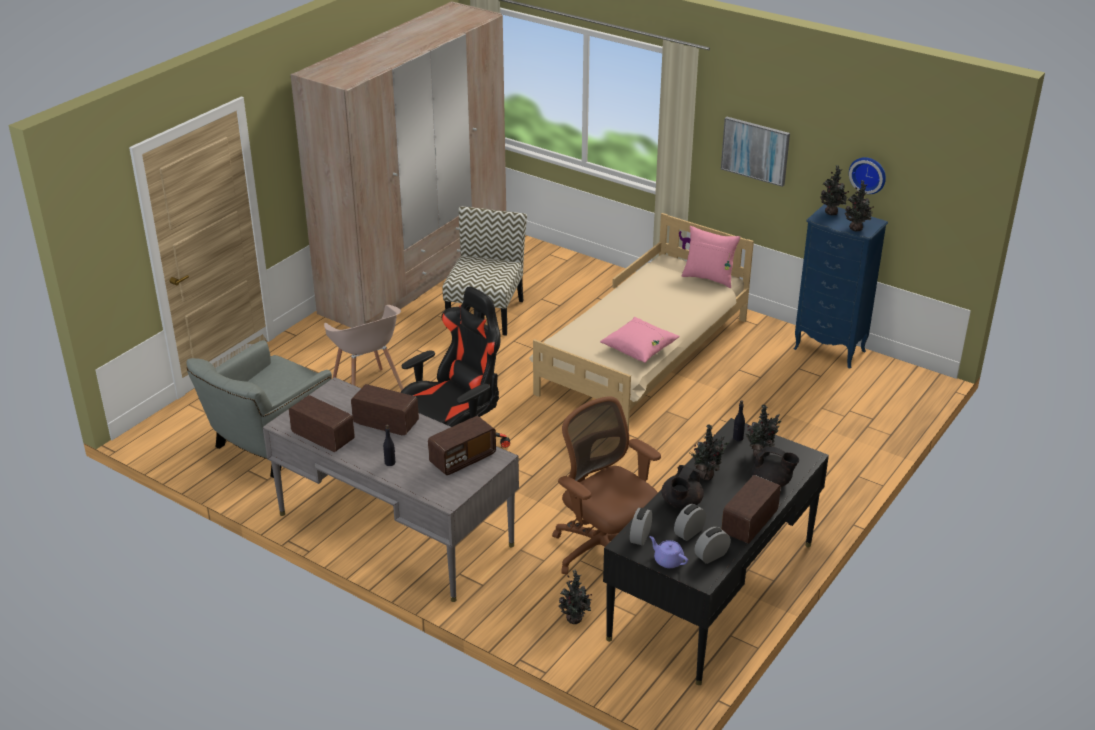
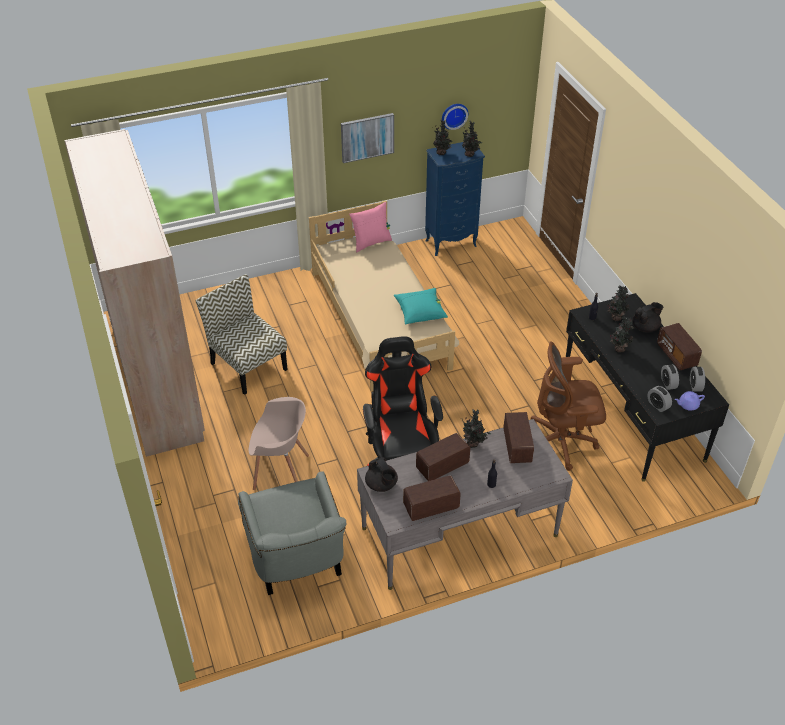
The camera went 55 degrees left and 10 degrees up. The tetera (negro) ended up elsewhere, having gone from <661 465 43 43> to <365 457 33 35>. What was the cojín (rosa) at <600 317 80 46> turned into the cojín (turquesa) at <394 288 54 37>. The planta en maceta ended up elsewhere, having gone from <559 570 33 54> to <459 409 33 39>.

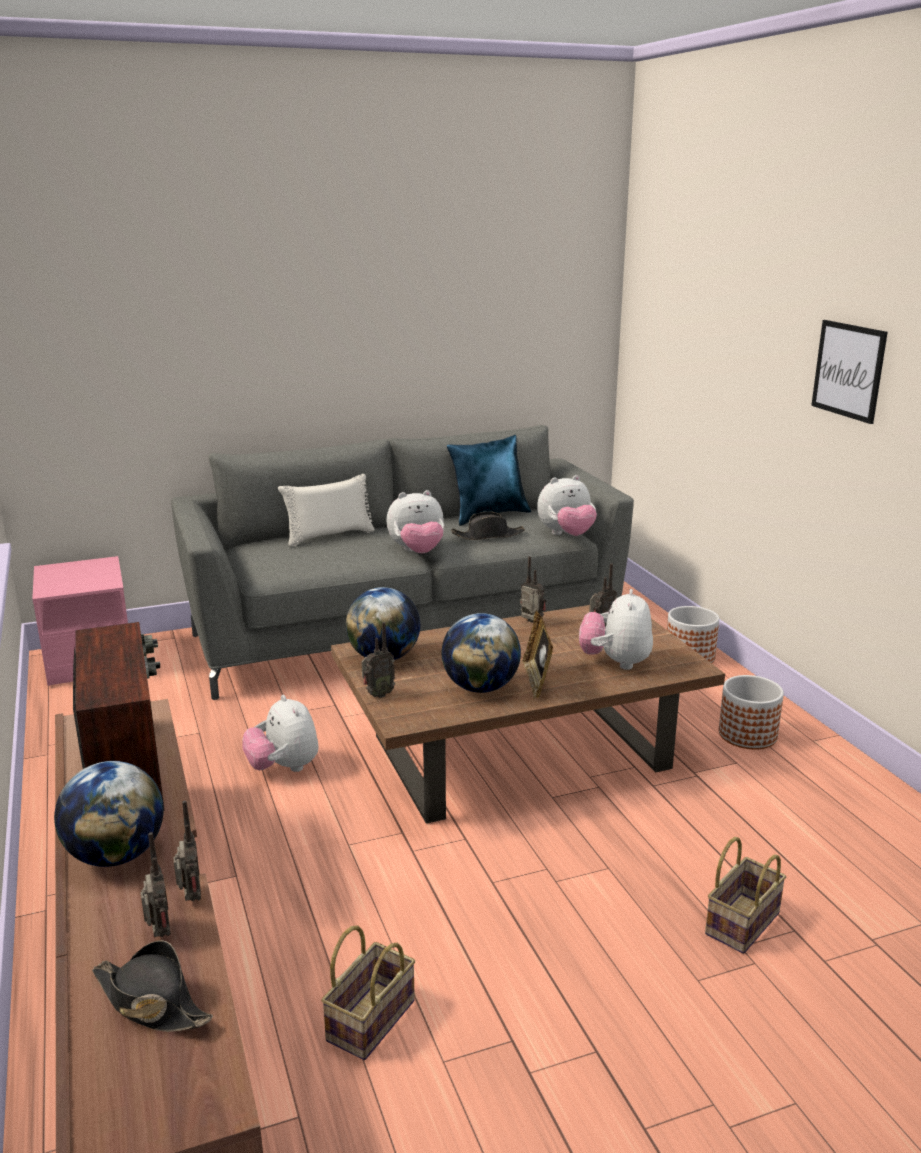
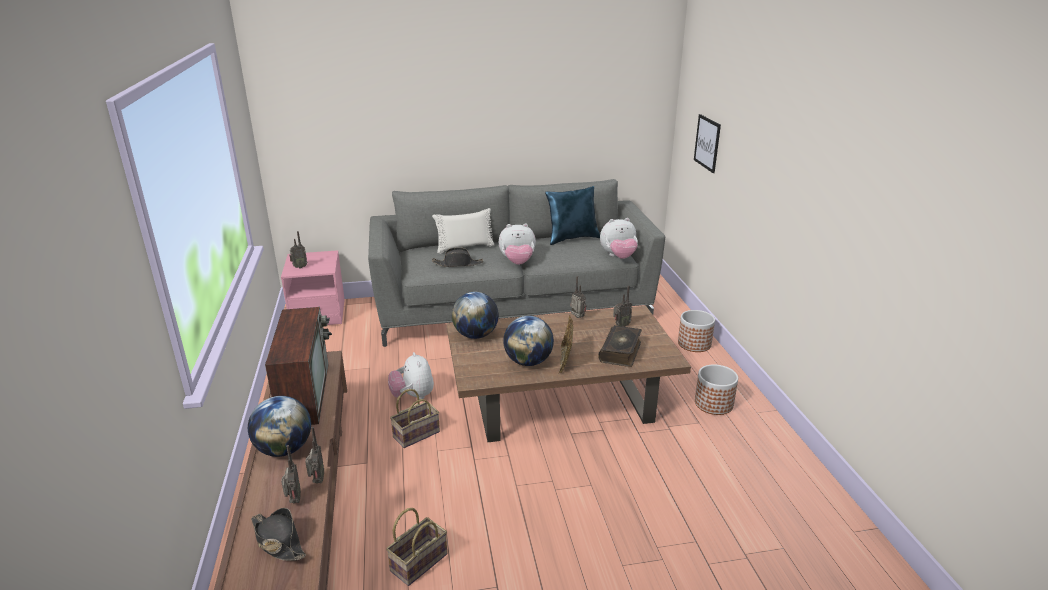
The camera went 10 degrees right and 5 degrees up. The radio ended up elsewhere, having gone from <362 622 33 76> to <289 231 18 38>. The cesta ended up elsewhere, having gone from <705 837 81 117> to <390 389 50 59>. The sombrero (negro) ended up elsewhere, having gone from <451 512 74 28> to <432 247 51 20>. Where the peluche stood at <579 589 74 81>, the libro came to stand at <598 325 44 42>. The cuadro ended up elsewhere, having gone from <811 320 77 104> to <694 114 27 59>.

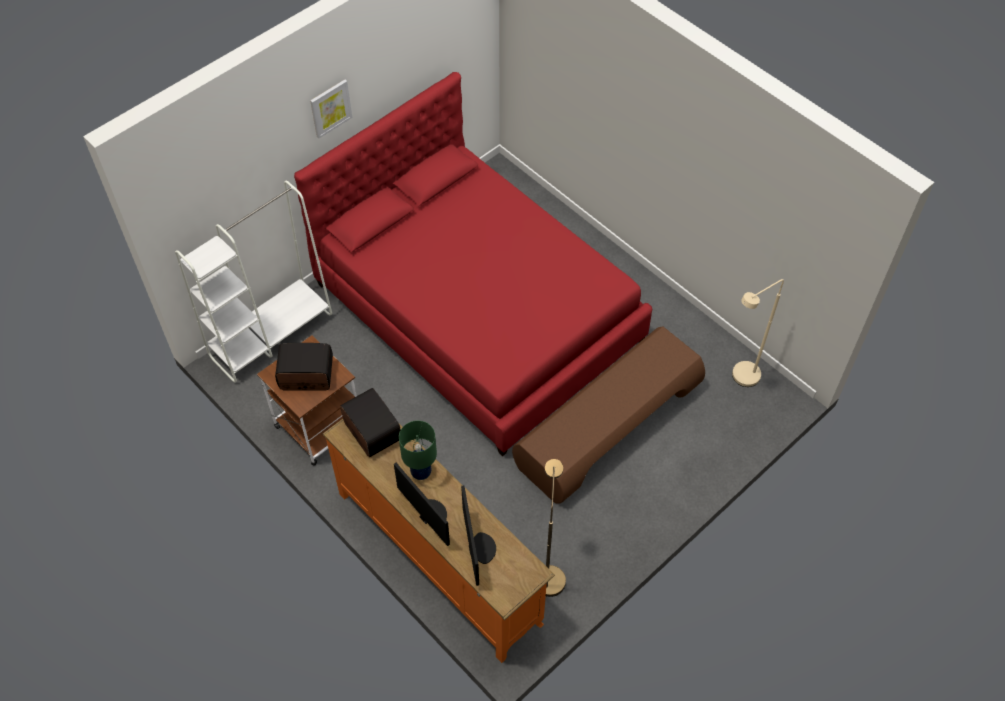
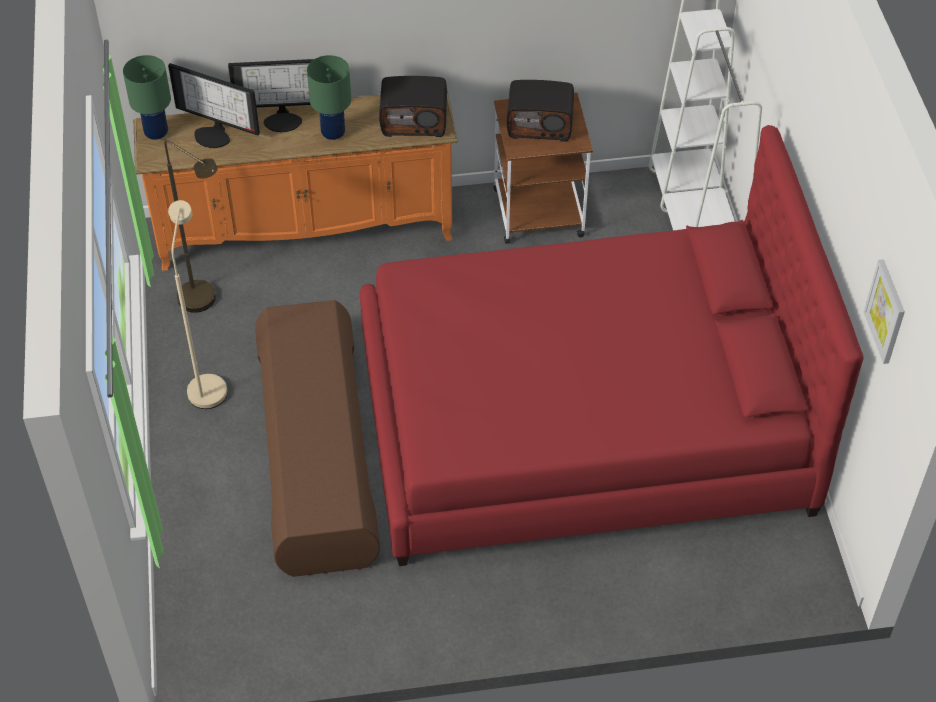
The camera went 125 degrees right and 5 degrees down. The second view gained the lámpara de mesa (verde) at <123 55 48 85>. The lámpara de pie (beis) ended up elsewhere, having gone from <732 279 52 108> to <168 200 59 209>. The radio at <275 343 58 47> ended up facing another way, 60 degrees clockwise from before. The cuadro ended up elsewhere, having gone from <310 80 42 58> to <864 259 41 105>.

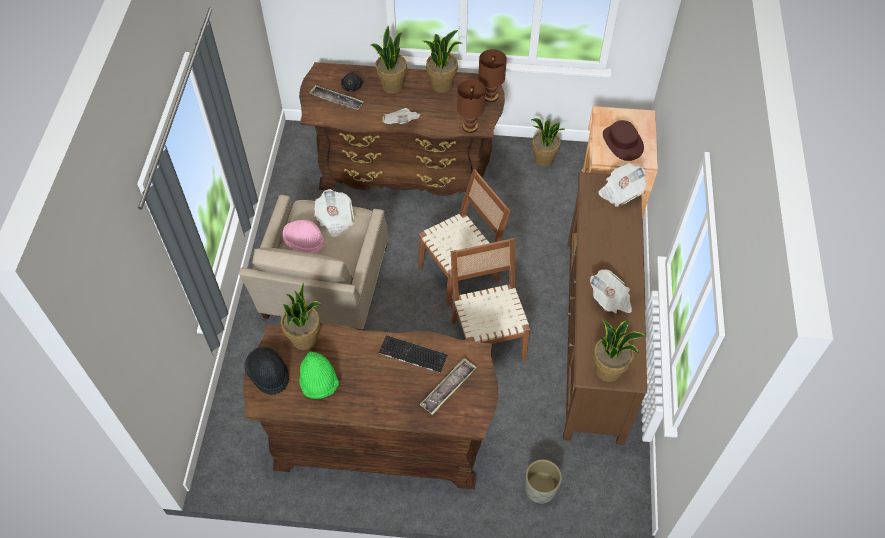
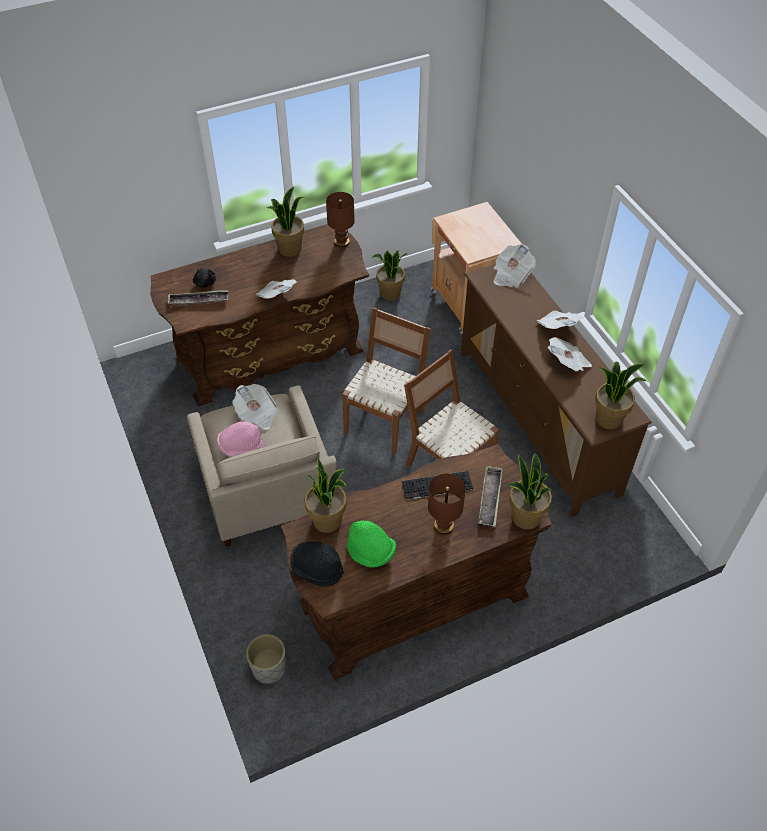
The camera went 30 degrees left and 5 degrees down. The maceta (gris) ended up elsewhere, having gone from <525 460 37 44> to <246 634 40 50>. The lámpara de mesa (marrón) ended up elsewhere, having gone from <457 80 29 53> to <428 474 38 61>. The planta en maceta ended up elsewhere, having gone from <371 26 36 68> to <508 453 44 76>. The second view gained the periódico at <537 311 46 18>. The second view lost the sombrero (marrón) at <603 120 41 41>.

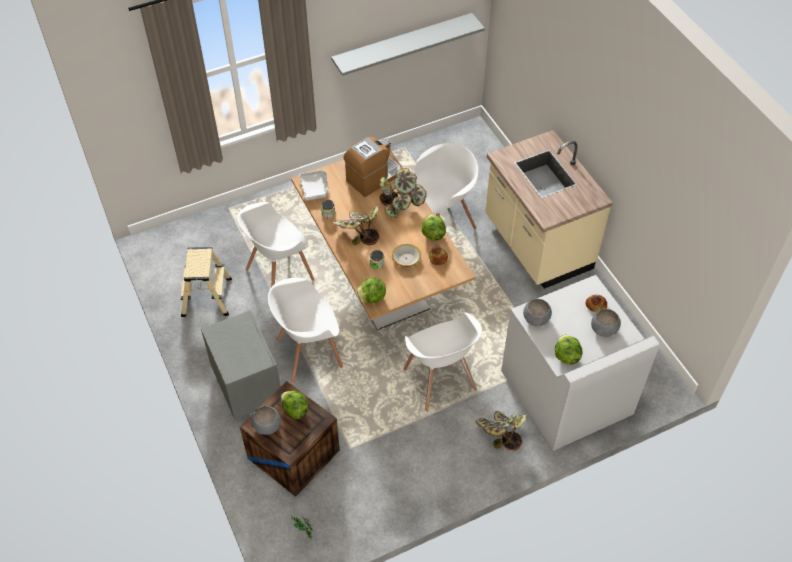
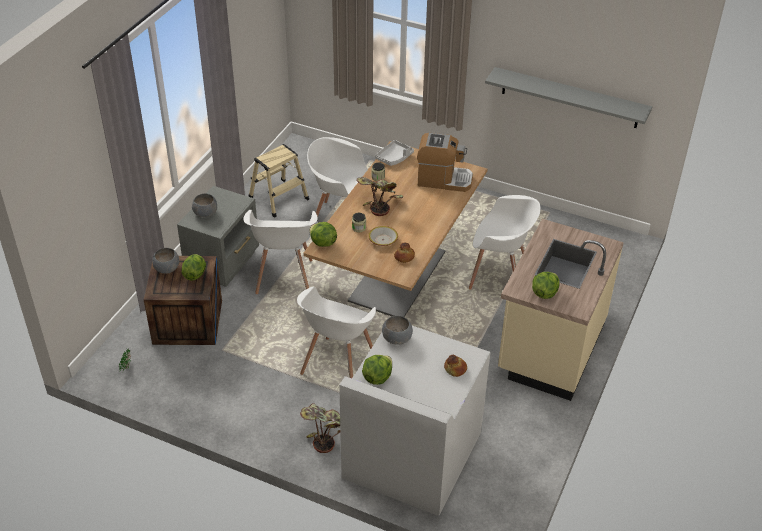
The camera went 50 degrees right and 10 degrees down. The cuenco (gris) ended up elsewhere, having gone from <591 309 30 28> to <192 194 25 23>. The silla (blanco) at <268 278 75 106> ended up facing another way, 120 degrees counterclockwise from before. The lechuga ended up elsewhere, having gone from <422 215 24 26> to <532 272 28 27>. The second view lost the planta en maceta at <379 168 48 50>.

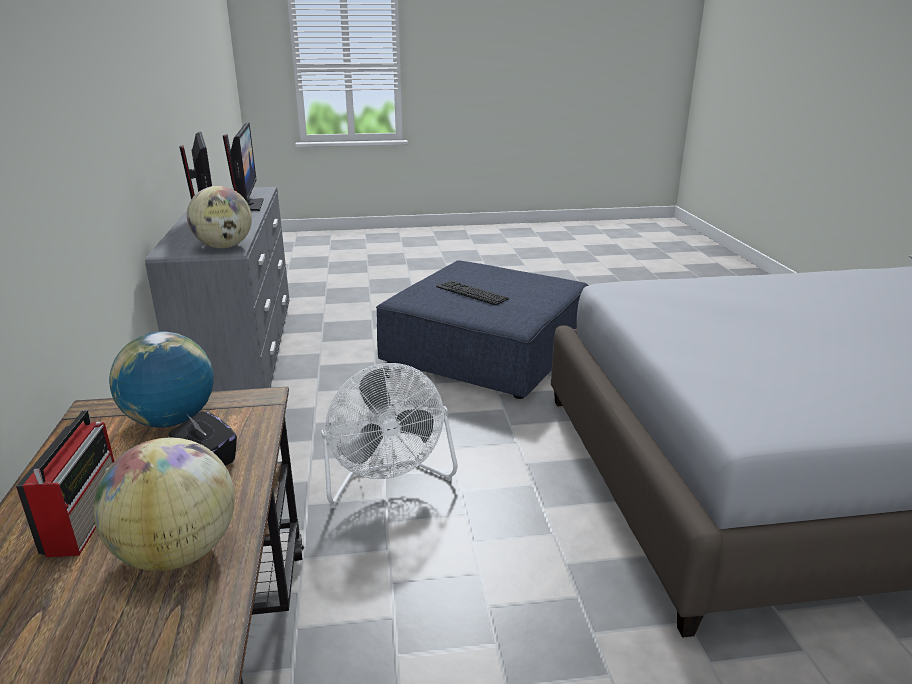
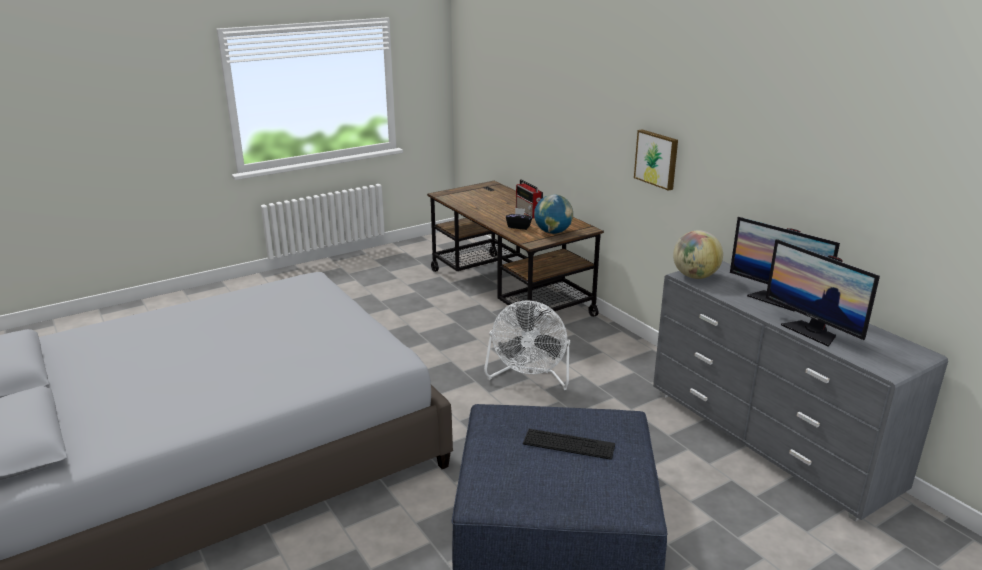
The camera went 155 degrees right and 0 degrees up. The ventilador (blanco) at <321 363 136 145> ended up facing another way, 120 degrees counterclockwise from before. The second view gained the cuadro at <634 129 44 62>. The second view lost the globo terráqueo at <94 438 141 133>.

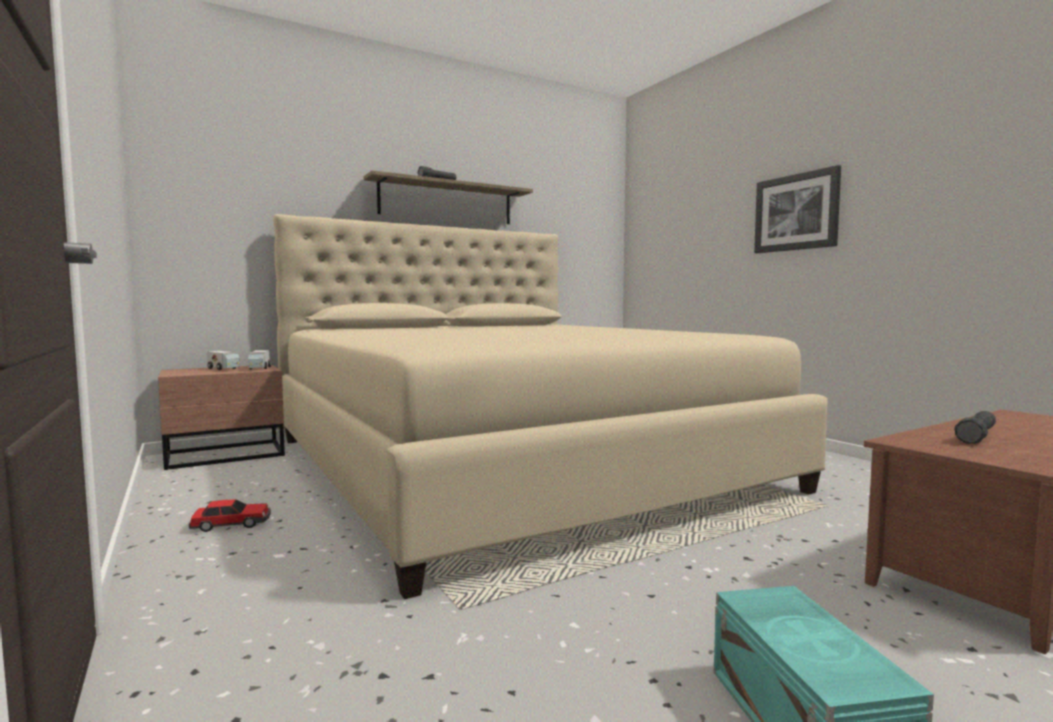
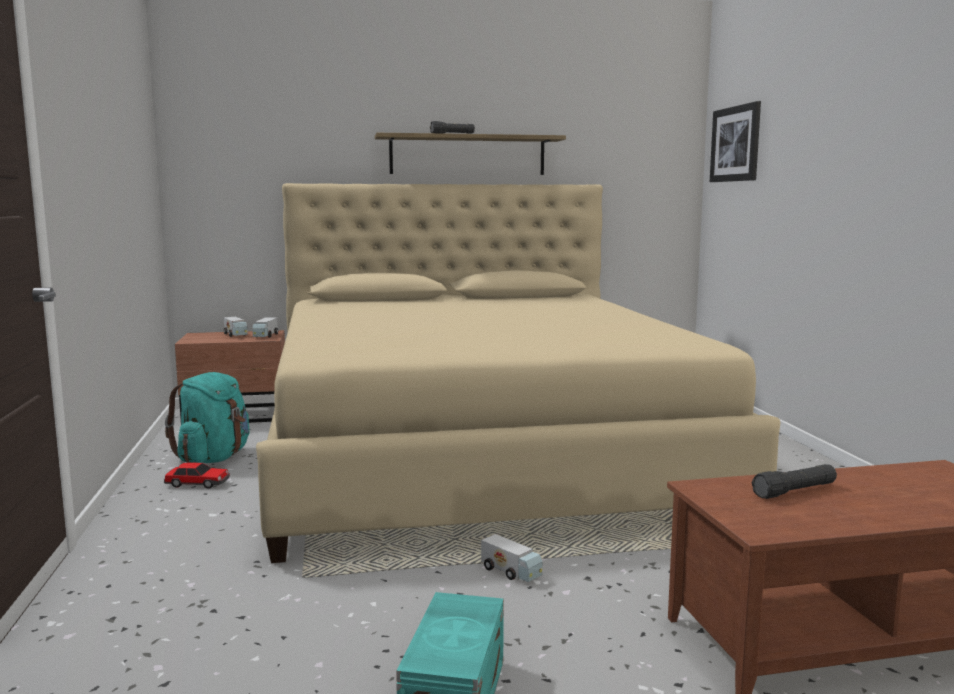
The camera went 20 degrees right and 5 degrees up. The second view gained the mochila (turquesa) at <165 372 85 91>. The second view gained the camión de juguete at <481 534 62 48>. The cuadro ended up elsewhere, having gone from <754 165 87 88> to <710 101 51 81>.

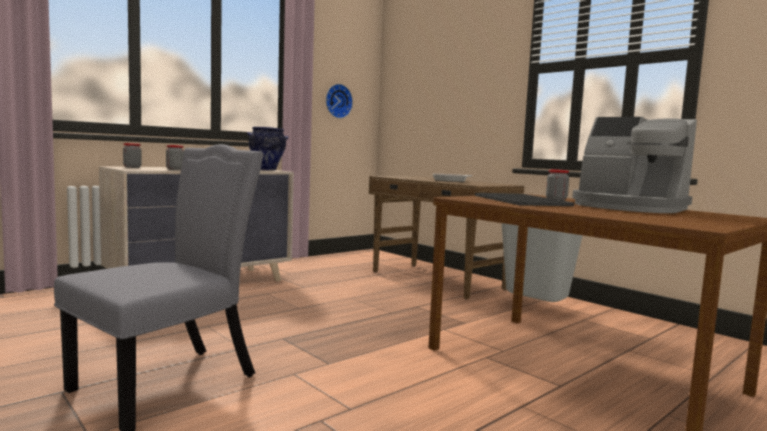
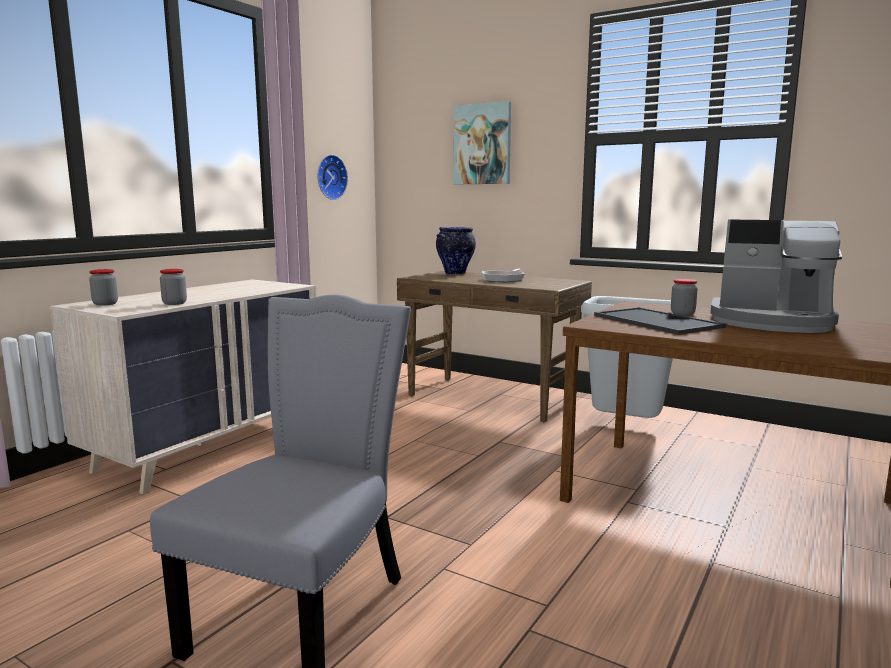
The camera went 15 degrees left and 5 degrees up. The florero ended up elsewhere, having gone from <247 127 42 44> to <436 227 40 48>. The second view gained the cuadro at <454 101 57 83>.

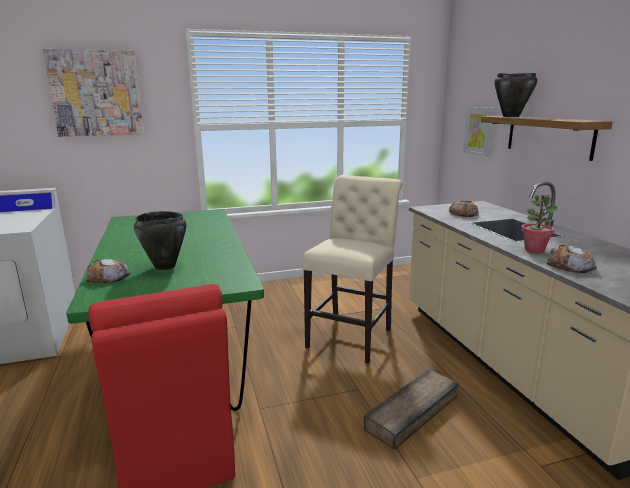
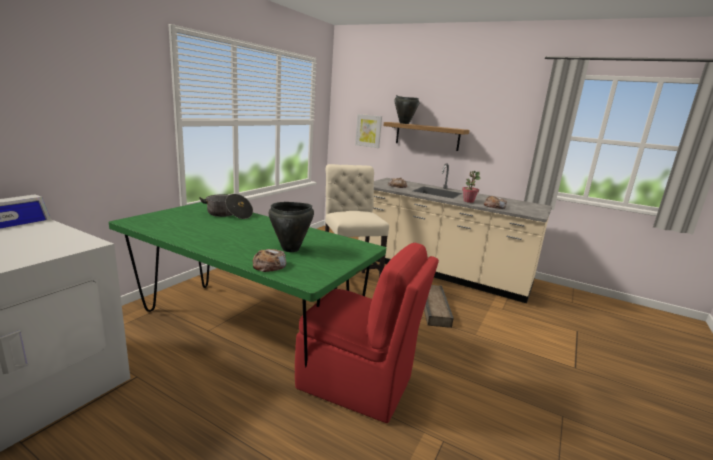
The camera went 45 degrees left and 0 degrees up. The second view gained the olla at <199 194 54 25>. The second view lost the cuadro at <43 49 101 87>.

